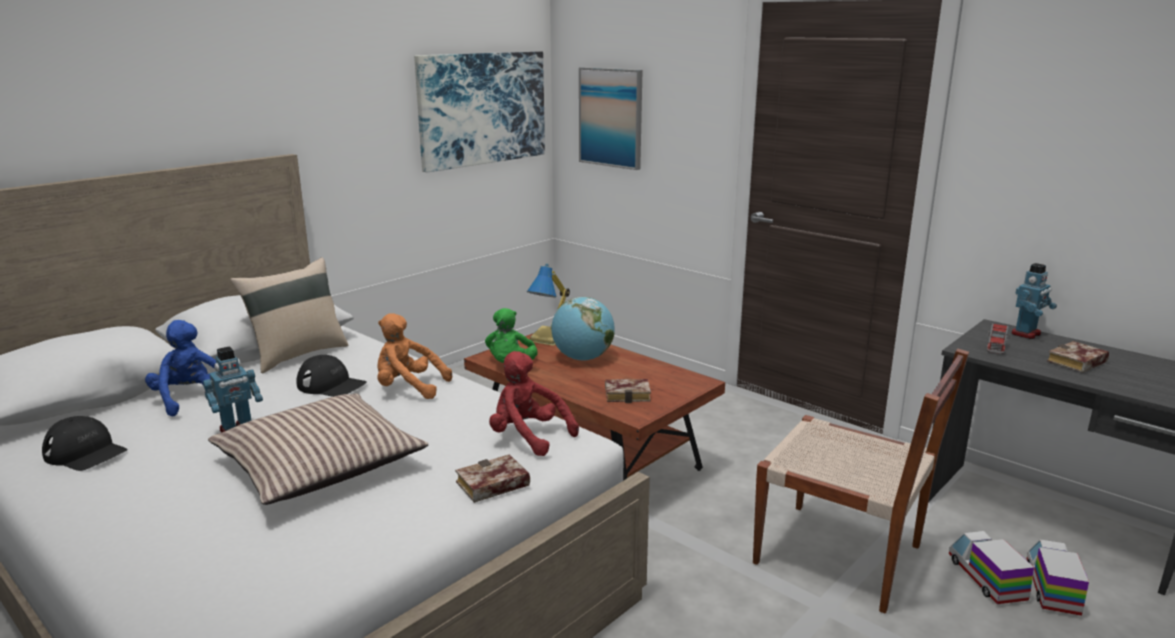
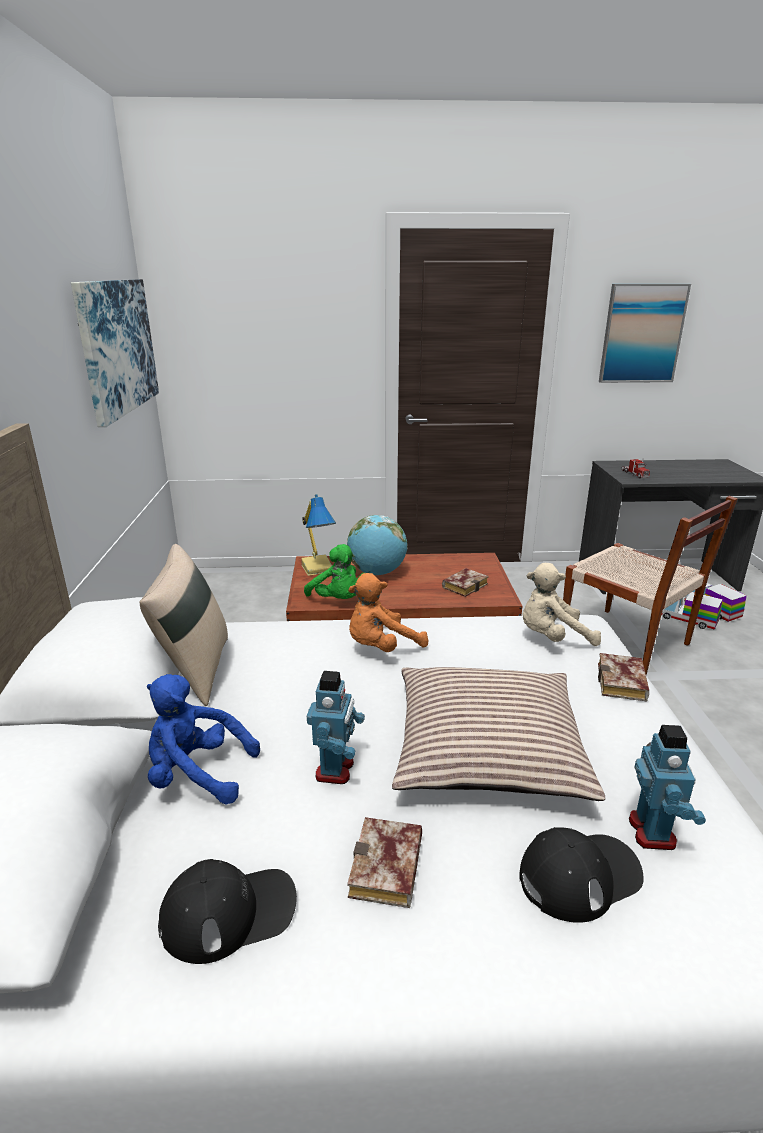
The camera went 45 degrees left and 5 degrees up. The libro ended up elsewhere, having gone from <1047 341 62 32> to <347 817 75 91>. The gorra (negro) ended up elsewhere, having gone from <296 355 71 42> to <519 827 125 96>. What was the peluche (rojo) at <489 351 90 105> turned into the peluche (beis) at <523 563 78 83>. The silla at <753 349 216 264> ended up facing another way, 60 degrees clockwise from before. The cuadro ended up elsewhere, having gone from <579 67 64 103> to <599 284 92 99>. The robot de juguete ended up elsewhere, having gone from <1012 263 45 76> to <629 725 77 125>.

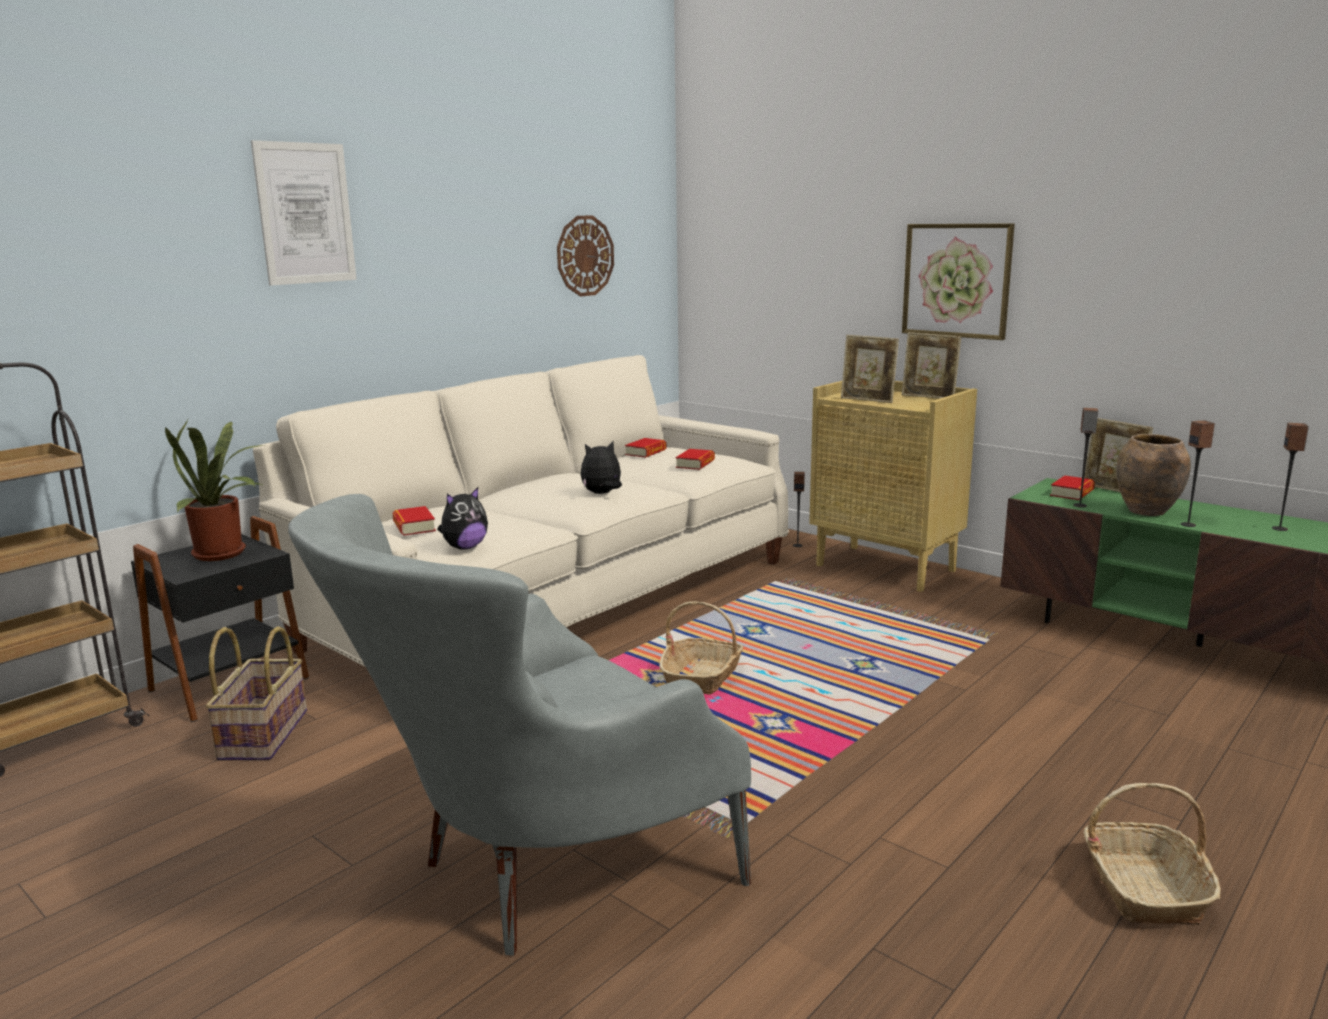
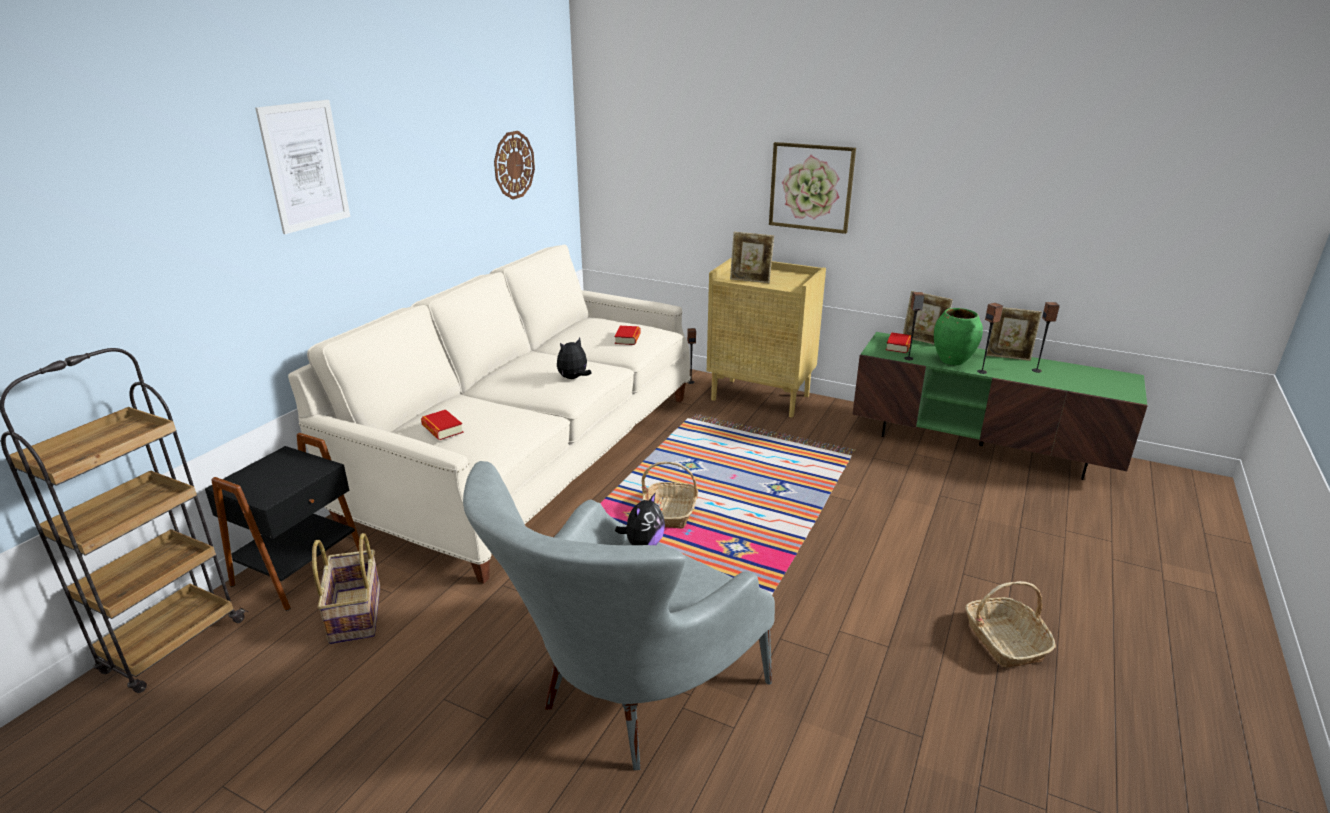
The camera went 15 degrees left and 10 degrees up. The peluche ended up elsewhere, having gone from <437 487 51 63> to <615 492 50 53>. What was the florero (marrón) at <1116 434 75 82> turned into the florero (verde) at <934 308 49 57>. The portarretratos ended up elsewhere, having gone from <902 332 59 67> to <986 307 56 54>. The second view lost the planta en maceta at <165 420 98 141>. The second view lost the libro at <625 438 42 20>.

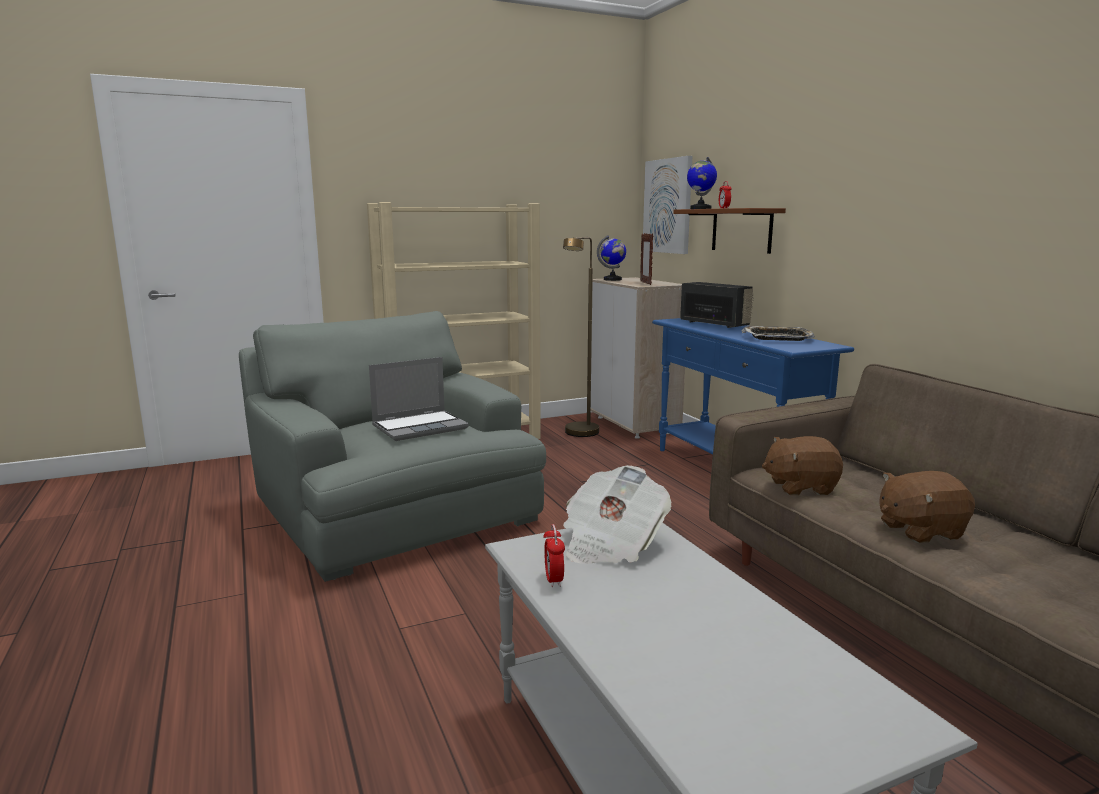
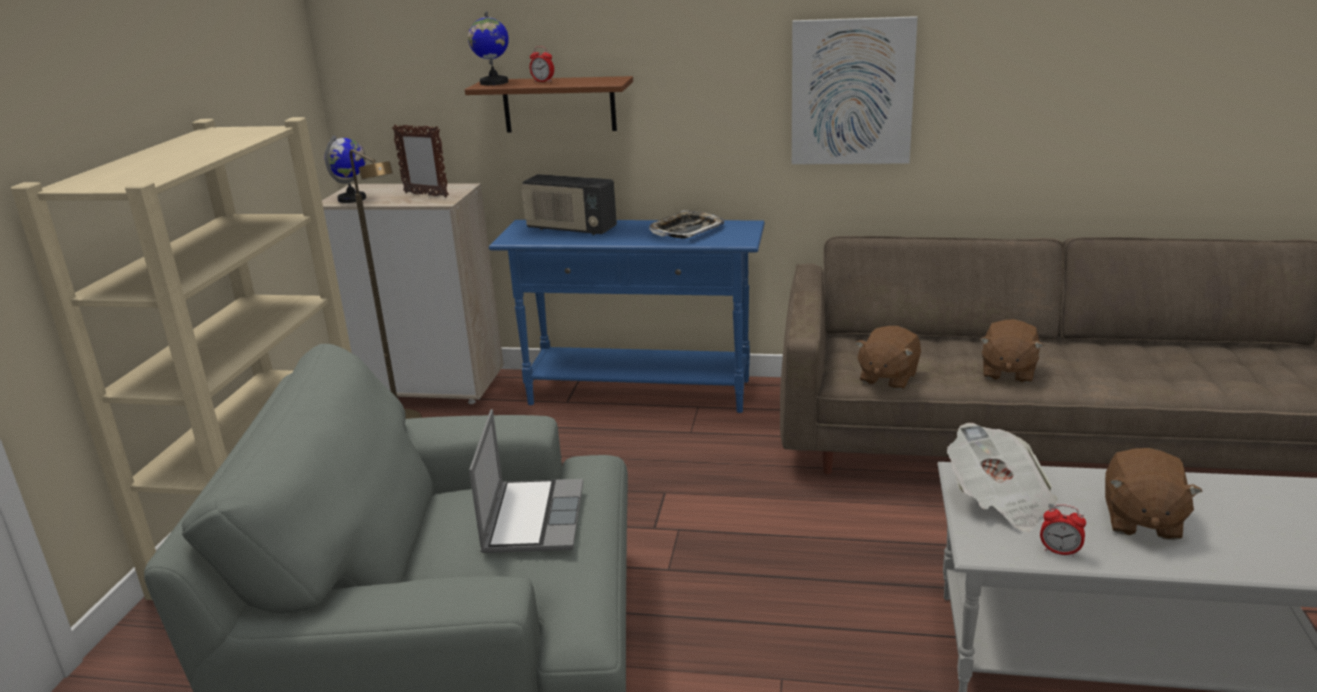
The camera went 55 degrees left and 10 degrees up. The radio at <680 282 74 46> ended up facing another way, 150 degrees counterclockwise from before. The cuadro ended up elsewhere, having gone from <643 156 49 98> to <792 16 126 148>. The second view gained the peluche (marrón) at <1105 448 98 92>.

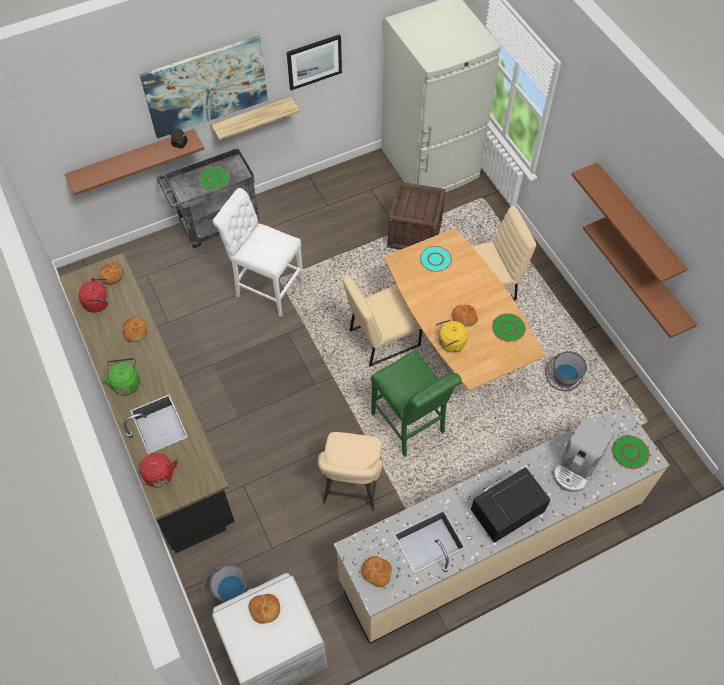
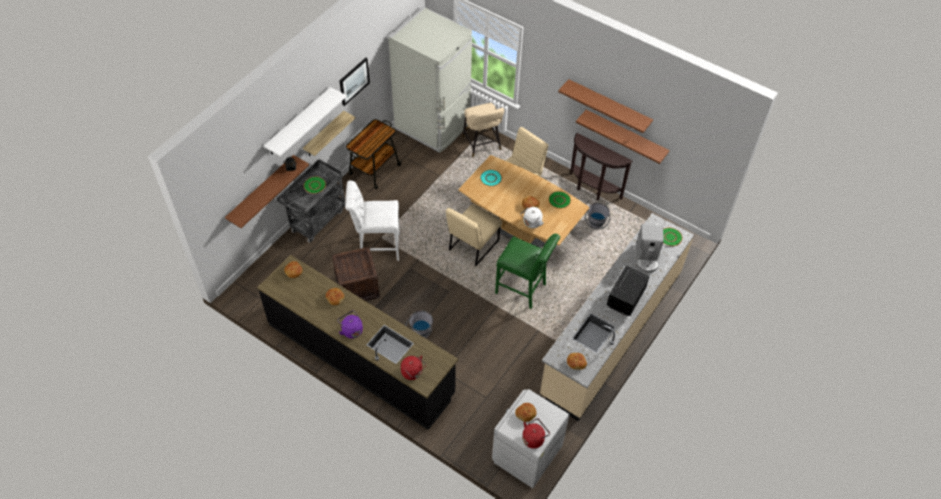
The camera went 30 degrees left and 5 degrees down. Where the cuadro hung at <140 36 128 103>, the estante (blanco) came to hang at <264 87 82 69>. The caja de embalaje ended up elsewhere, having gone from <387 181 59 69> to <332 247 48 54>. What was the hervidor (verde) at <101 358 39 37> turned into the hervidor (morado) at <337 310 26 28>. The second view gained the carrito at <346 119 56 70>. The cubo (gris) ended up elsewhere, having gone from <201 564 47 47> to <405 311 28 27>. The taburete (beis) ended up elsewhere, having gone from <318 432 65 79> to <462 103 42 54>. What was the hervidor (amarillo) at <435 319 33 34> turned into the hervidor (blanco) at <520 207 24 21>. The hervidor (rojo) ended up elsewhere, having gone from <79 277 30 36> to <522 418 28 31>. The second view gained the mesa consola (marrón) at <570 133 63 67>.

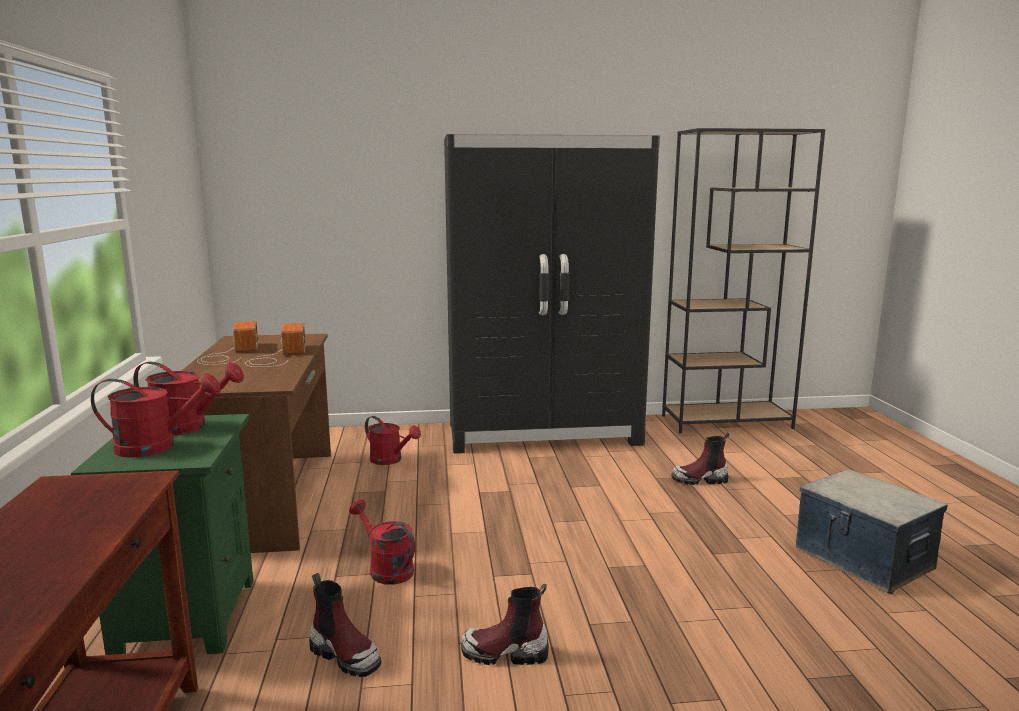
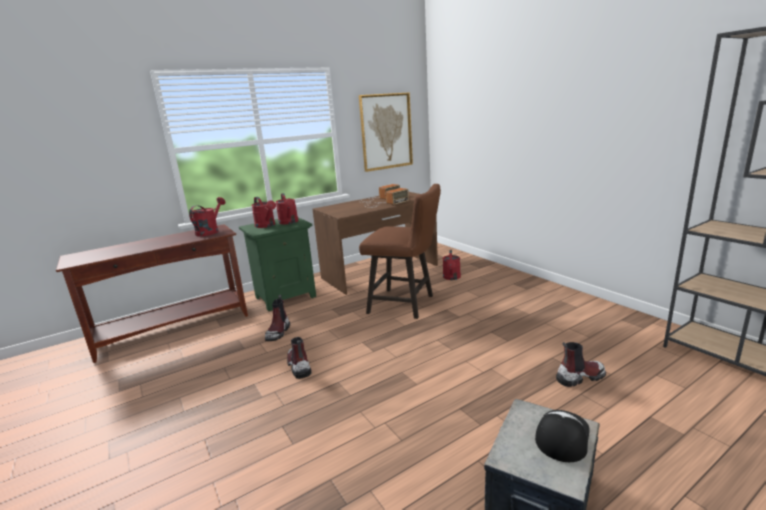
The camera went 65 degrees right and 5 degrees up. The regadera (rojo) ended up elsewhere, having gone from <349 500 66 85> to <189 197 37 39>. The second view gained the cuadro at <359 92 54 80>. The second view gained the taburete (marrón) at <359 184 82 135>. The second view gained the gorra at <535 410 55 52>. The bota at <671 432 58 53> ended up facing another way, 105 degrees clockwise from before. The second view lost the armario (negro) at <444 134 216 320>.

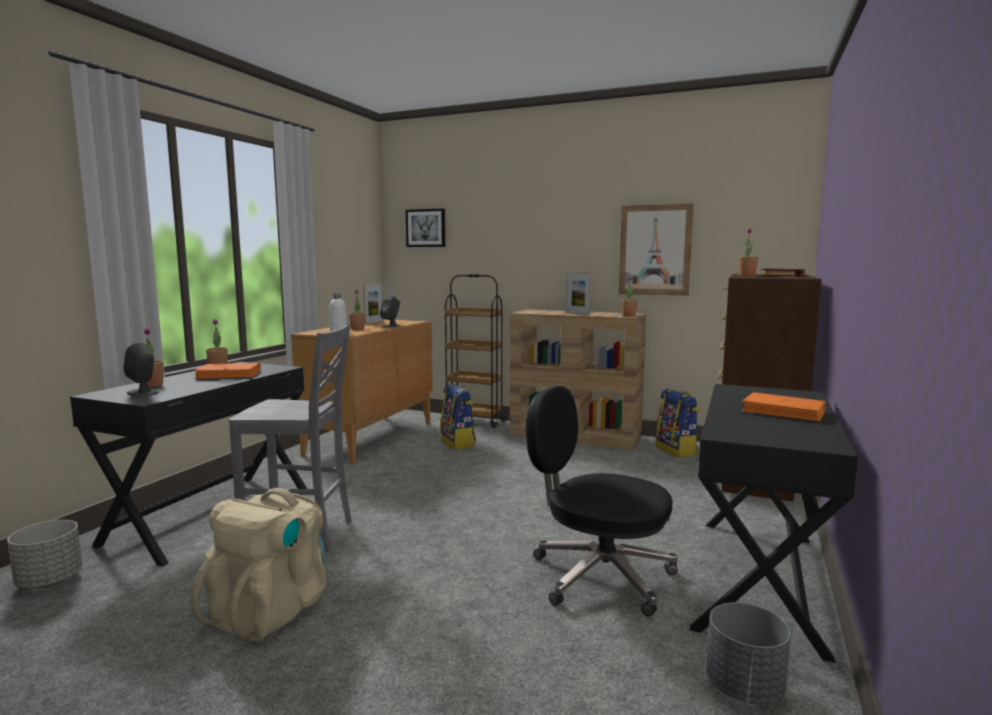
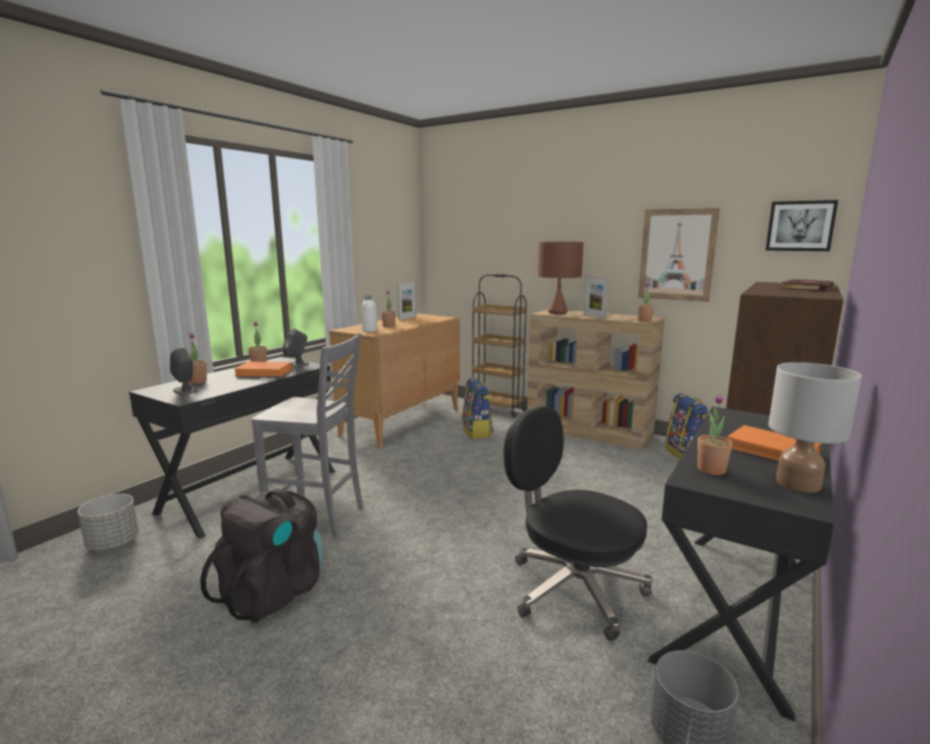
The camera went 10 degrees right and 5 degrees up. What was the mochila (beis) at <191 488 135 153> turned into the mochila (negro) at <200 488 123 135>. The altavoz (gris) ended up elsewhere, having gone from <380 295 21 33> to <283 328 26 39>. The second view gained the lámpara de mesa (marrón) at <538 242 45 72>. The planta en maceta ended up elsewhere, having gone from <738 228 21 48> to <697 393 36 82>. The cuadro ended up elsewhere, having gone from <406 209 39 38> to <766 200 72 51>. The second view gained the lámpara de mesa (gris) at <768 362 94 131>.

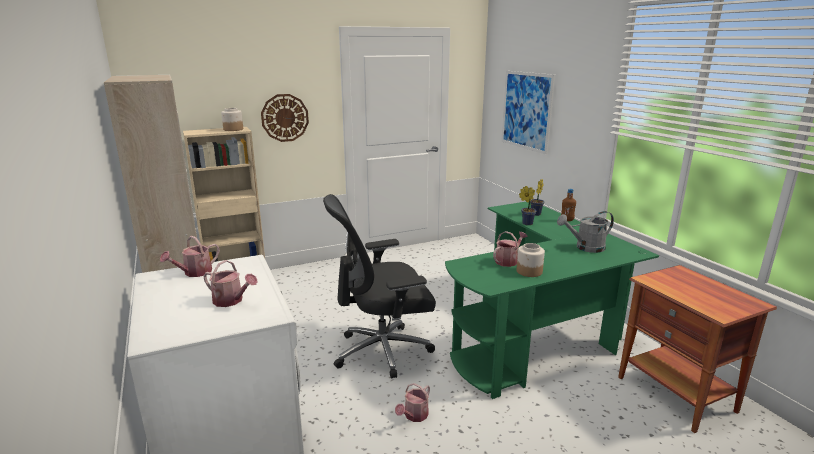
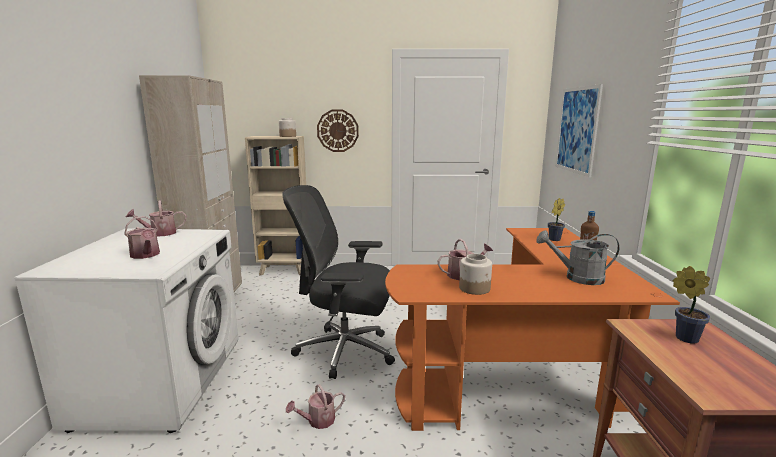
The camera went 25 degrees right and 5 degrees down. What was the escritorio (verde) at <445 202 214 197> turned into the escritorio (naranja) at <385 228 295 203>. The planta en maceta ended up elsewhere, having gone from <519 186 18 39> to <673 266 37 78>.

